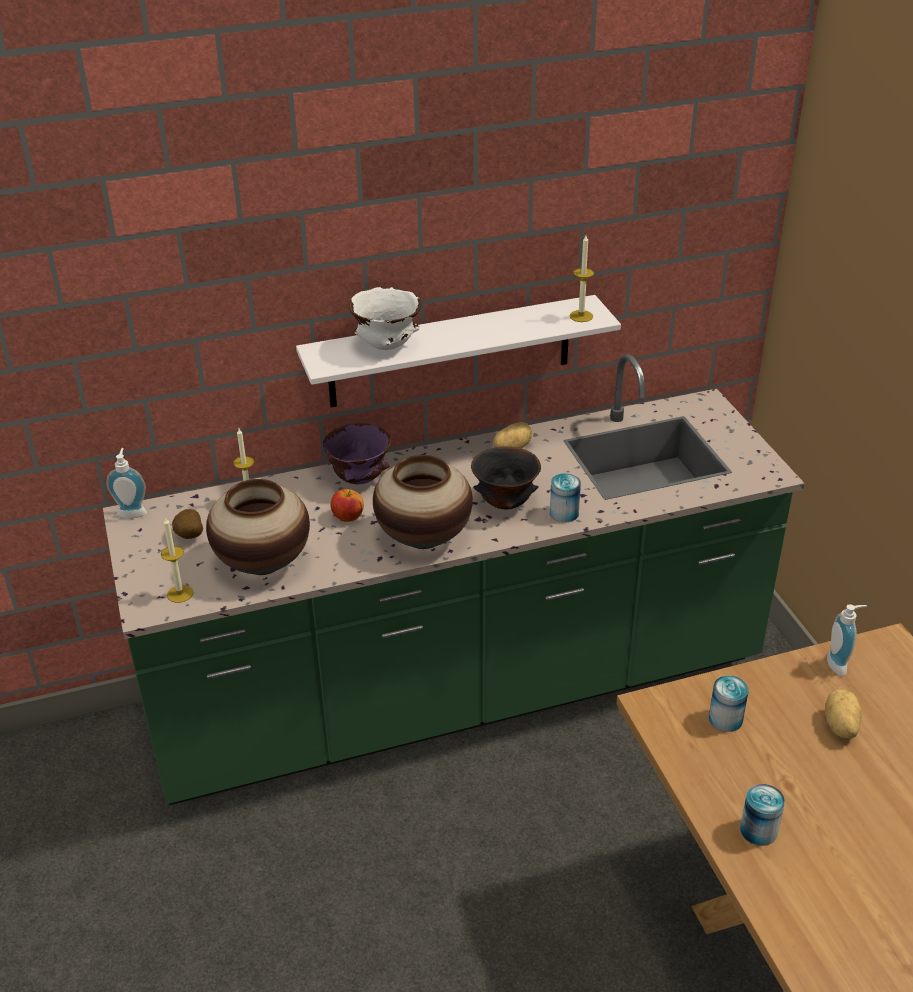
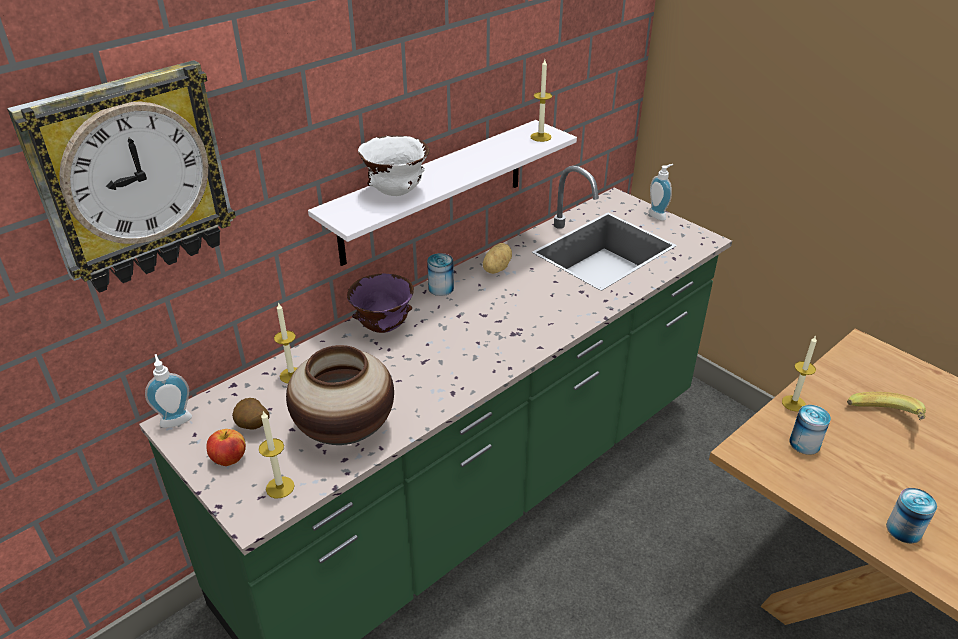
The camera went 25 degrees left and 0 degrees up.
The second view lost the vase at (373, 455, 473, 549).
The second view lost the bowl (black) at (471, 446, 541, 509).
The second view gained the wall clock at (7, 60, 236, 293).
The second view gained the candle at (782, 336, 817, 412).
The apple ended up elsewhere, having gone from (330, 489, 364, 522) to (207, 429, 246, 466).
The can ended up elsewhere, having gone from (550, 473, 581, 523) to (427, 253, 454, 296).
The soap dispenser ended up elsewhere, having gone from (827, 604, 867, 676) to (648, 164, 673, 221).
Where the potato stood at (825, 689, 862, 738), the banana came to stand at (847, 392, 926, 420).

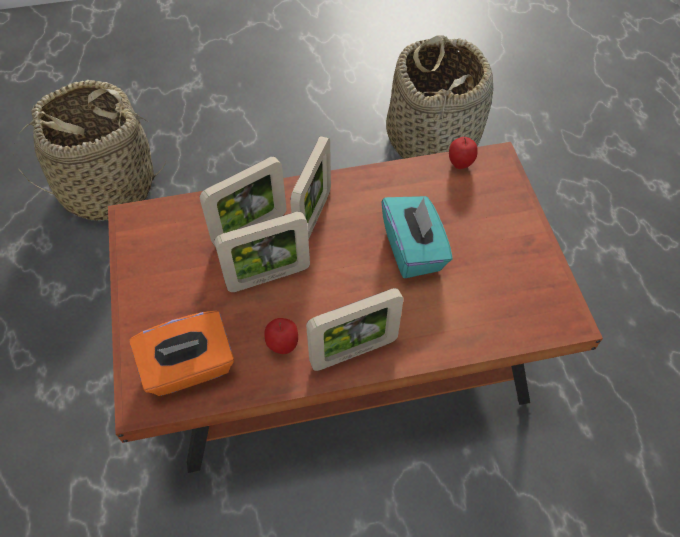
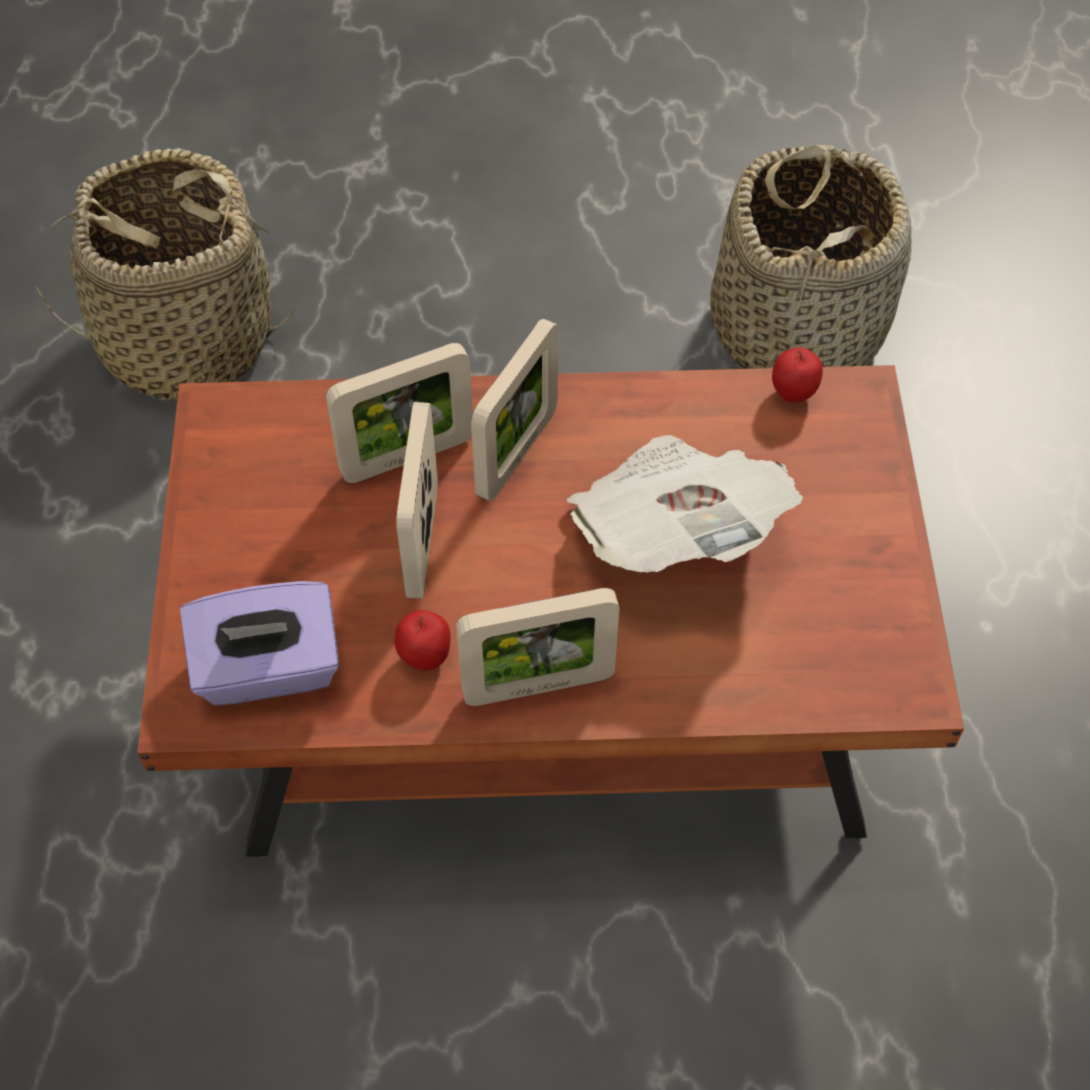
The camera went 10 degrees right and 0 degrees up.
Where the tissue box (turquoise) stood at (381, 196, 453, 278), the newspaper came to stand at (567, 435, 803, 573).
What was the tissue box (orange) at (129, 310, 234, 396) turned into the tissue box (purple) at (180, 581, 339, 705).
The picture frame at (214, 212, 310, 292) ended up facing another way, 105 degrees clockwise from before.

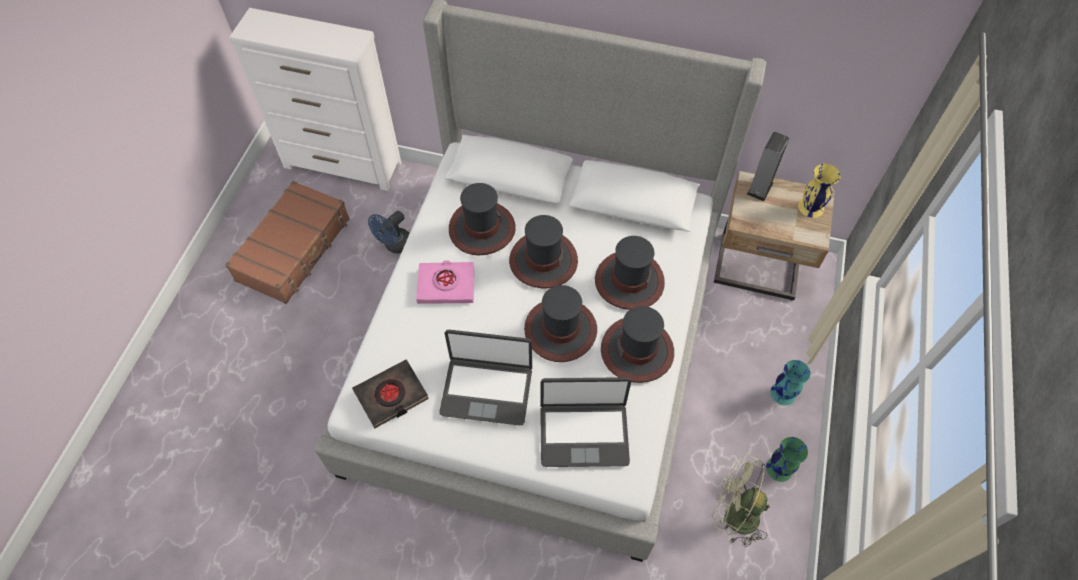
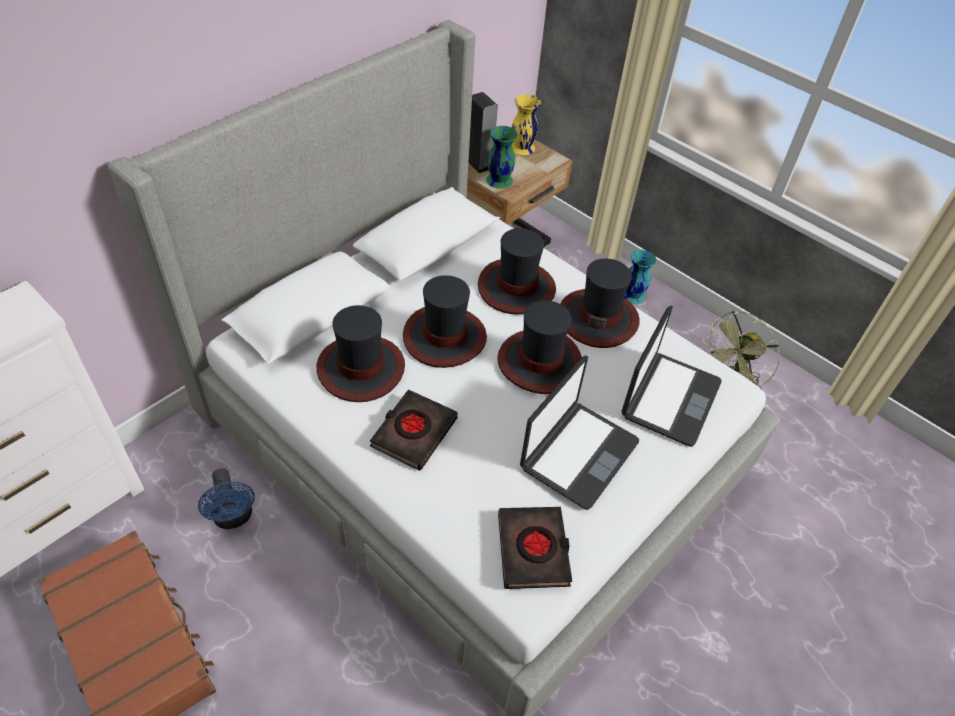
The camera went 65 degrees left and 10 degrees down.
The vase (green) ended up elsewhere, having gone from (766, 437, 808, 482) to (486, 126, 518, 189).
What was the book (pink) at (416, 260, 474, 304) turned into the book (black) at (370, 390, 458, 471).

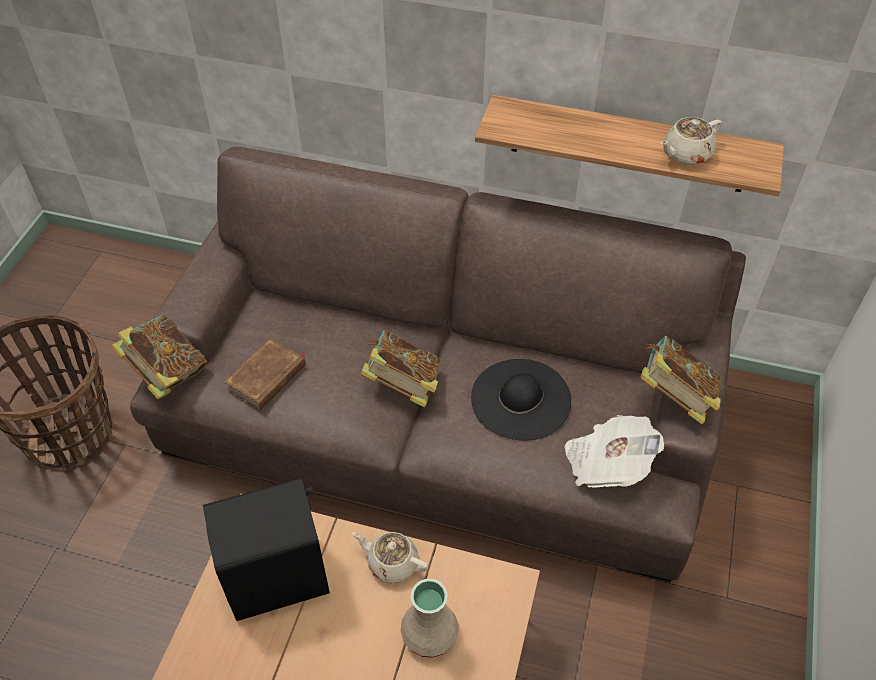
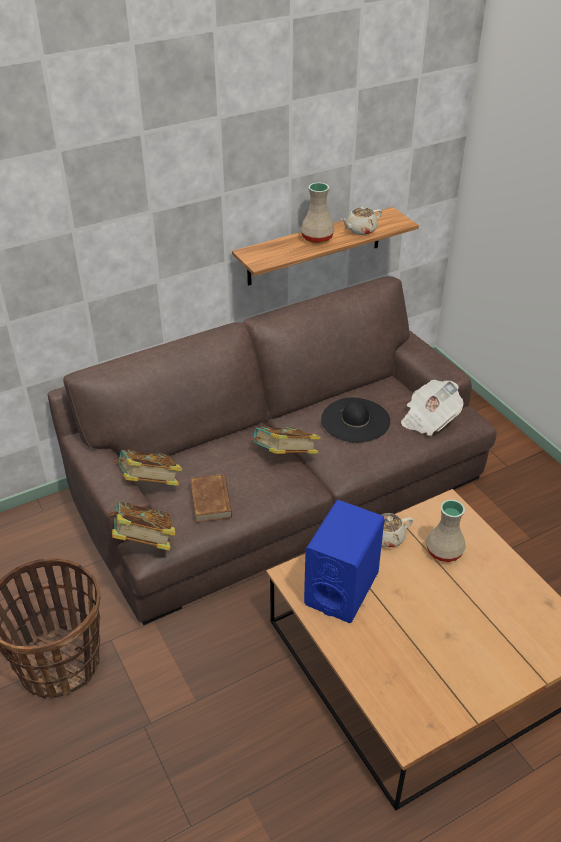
The camera went 45 degrees left and 10 degrees down.
The second view gained the vase (beige) at (301, 182, 335, 244).
The book ended up elsewhere, having gone from (640, 336, 721, 424) to (114, 450, 182, 486).
What was the speaker (black) at (203, 478, 330, 621) turned into the speaker (blue) at (304, 500, 384, 623).
The teapot (beige) at (660, 117, 722, 165) ended up facing another way, 45 degrees clockwise from before.

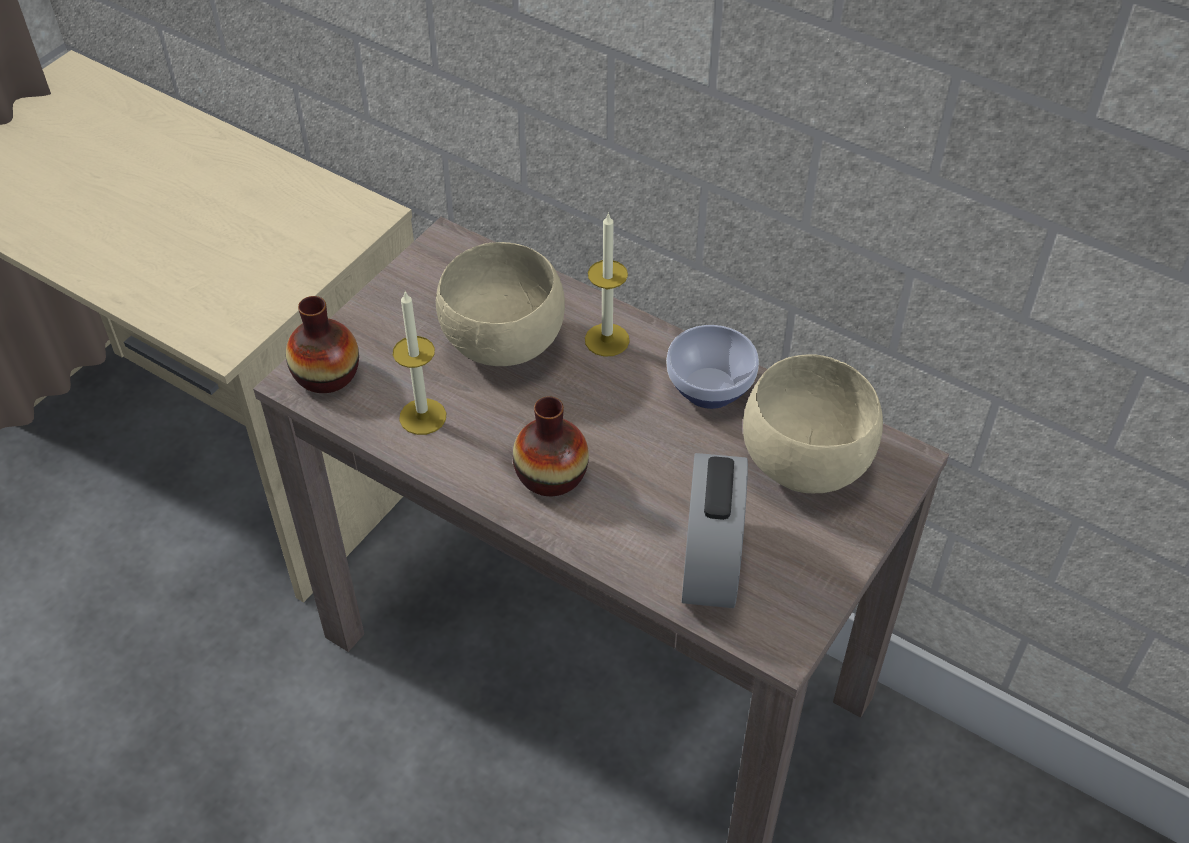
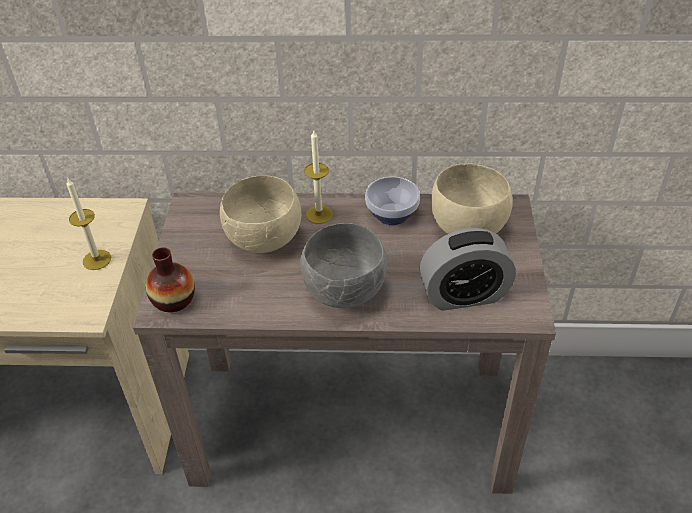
The camera went 30 degrees left and 5 degrees down.
The candle ended up elsewhere, having gone from (393, 292, 446, 435) to (66, 177, 111, 270).
Where the vase stood at (512, 396, 589, 496), the bowl (grey) came to stand at (300, 223, 387, 308).
The alarm clock at (682, 453, 748, 608) ended up facing another way, 75 degrees counterclockwise from before.

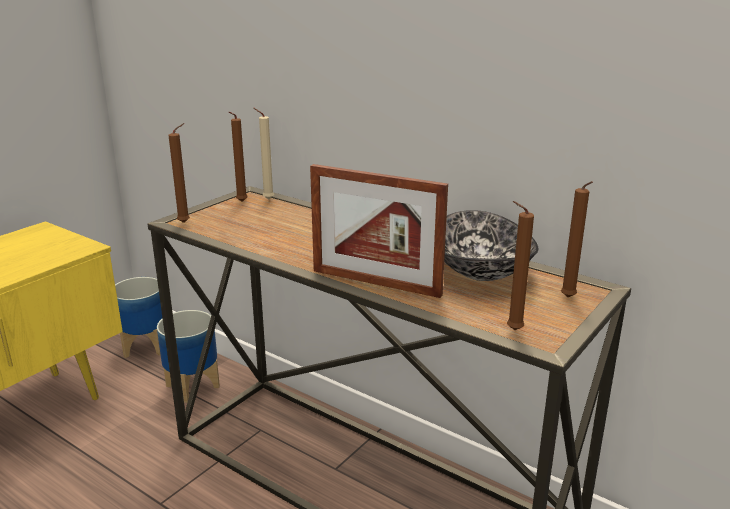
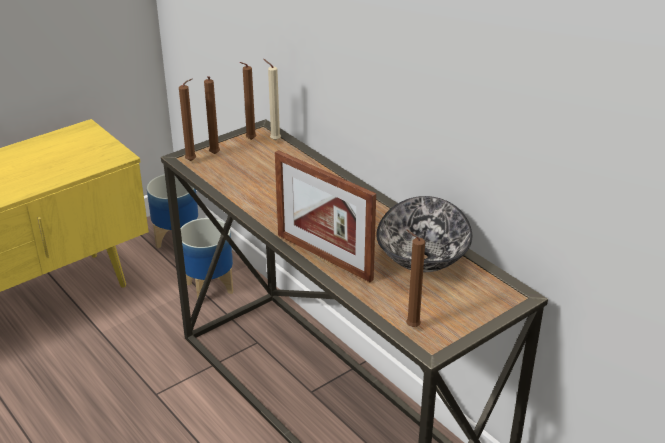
The camera went 15 degrees right and 10 degrees up.
The candle (brown) ended up elsewhere, having gone from (561, 181, 593, 297) to (204, 76, 220, 154).

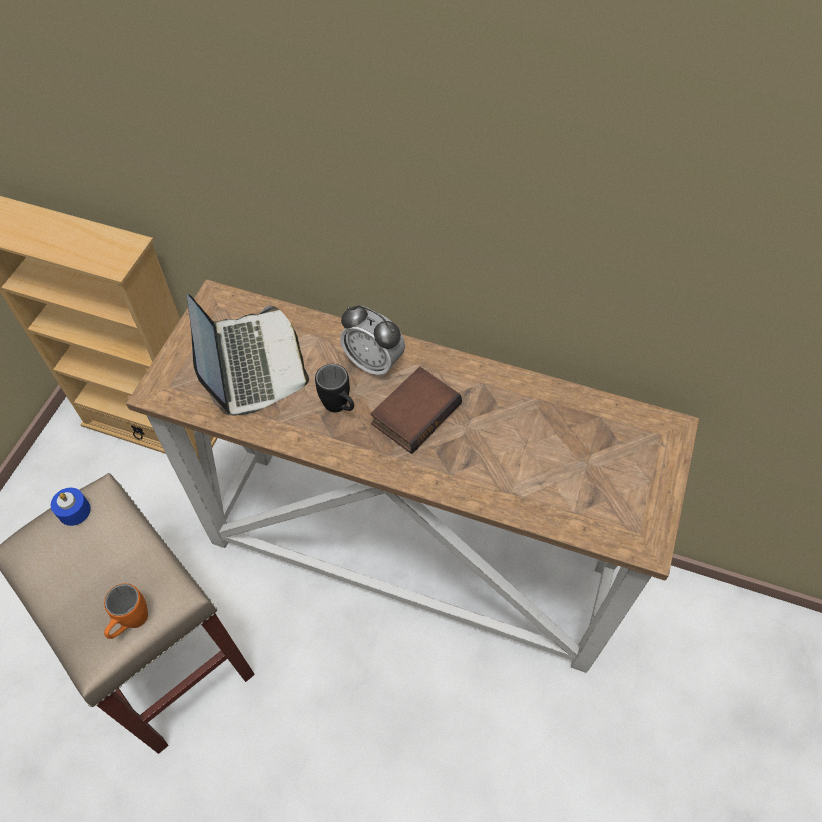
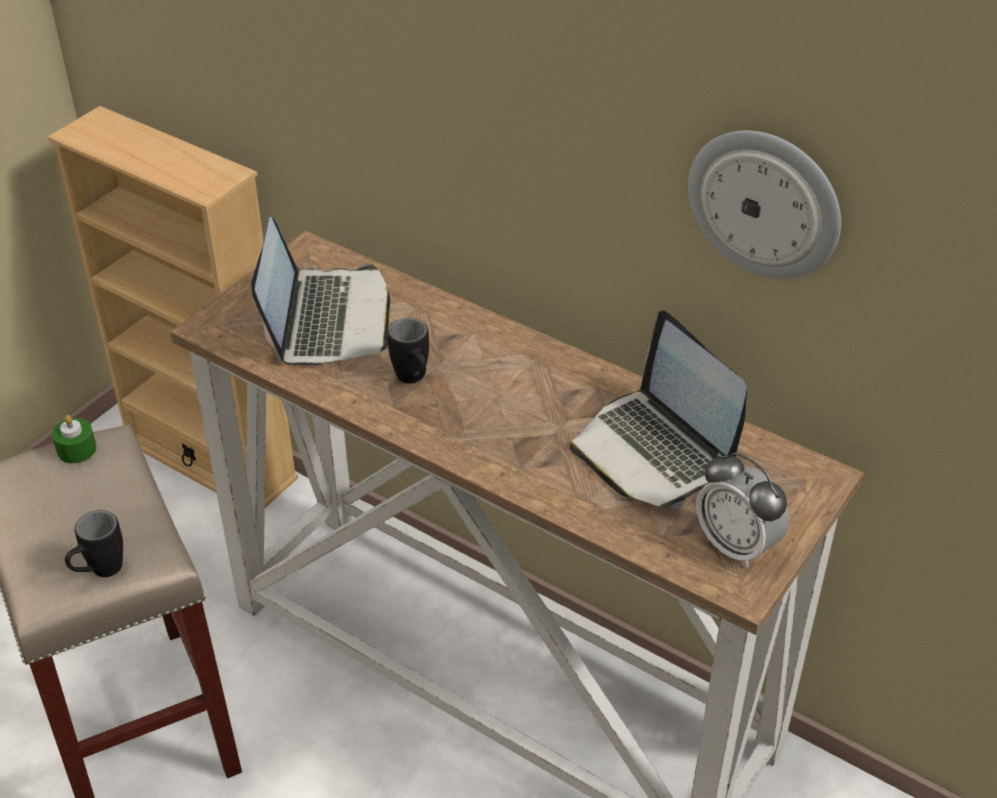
The camera went 15 degrees right and 15 degrees down.
The second view lost the book at (371, 367, 462, 454).
The second view gained the laptop at (570, 311, 747, 509).
The second view gained the wall clock at (688, 130, 841, 279).
The alarm clock ended up elsewhere, having gone from (340, 305, 405, 378) to (696, 452, 790, 568).
What was the candle (blue) at (51, 488, 91, 526) turned into the candle (green) at (52, 415, 97, 463).
What was the mug (orange) at (104, 583, 148, 639) turned into the mug (black) at (65, 510, 123, 577).

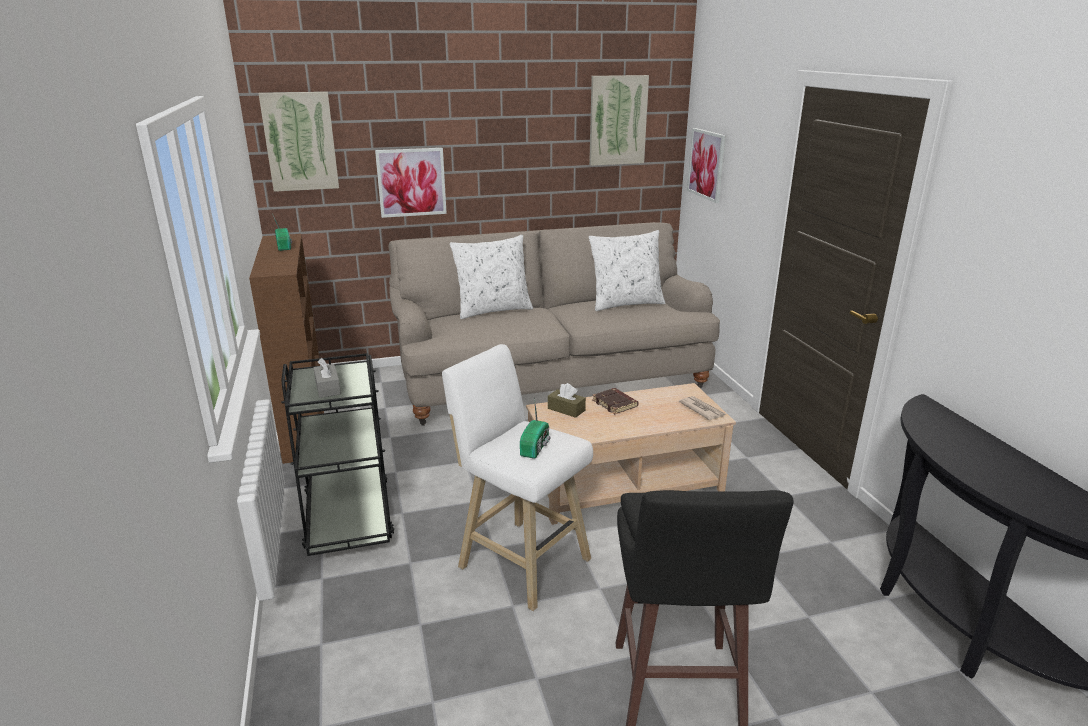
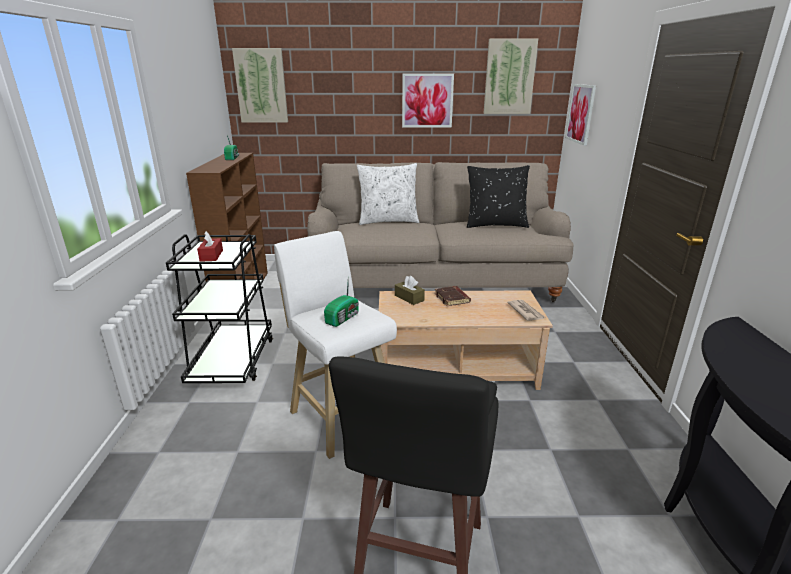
The camera went 15 degrees right and 0 degrees up.
The picture ended up elsewhere, having gone from (375, 148, 447, 218) to (402, 74, 454, 128).
What was the tissue box (grey) at (313, 358, 341, 398) turned into the tissue box (red) at (197, 231, 223, 262).
What was the pillow (white) at (589, 230, 666, 311) turned into the pillow (black) at (467, 165, 530, 228).

